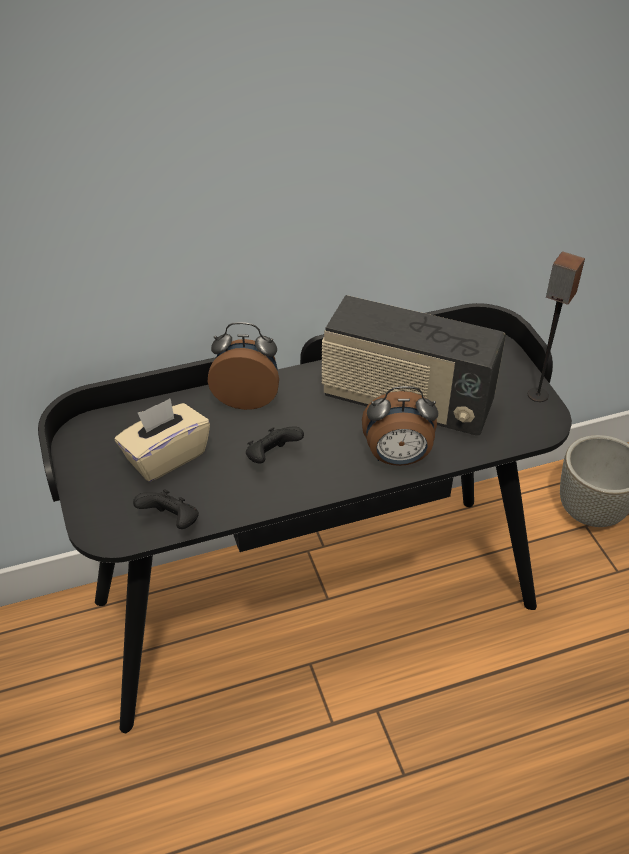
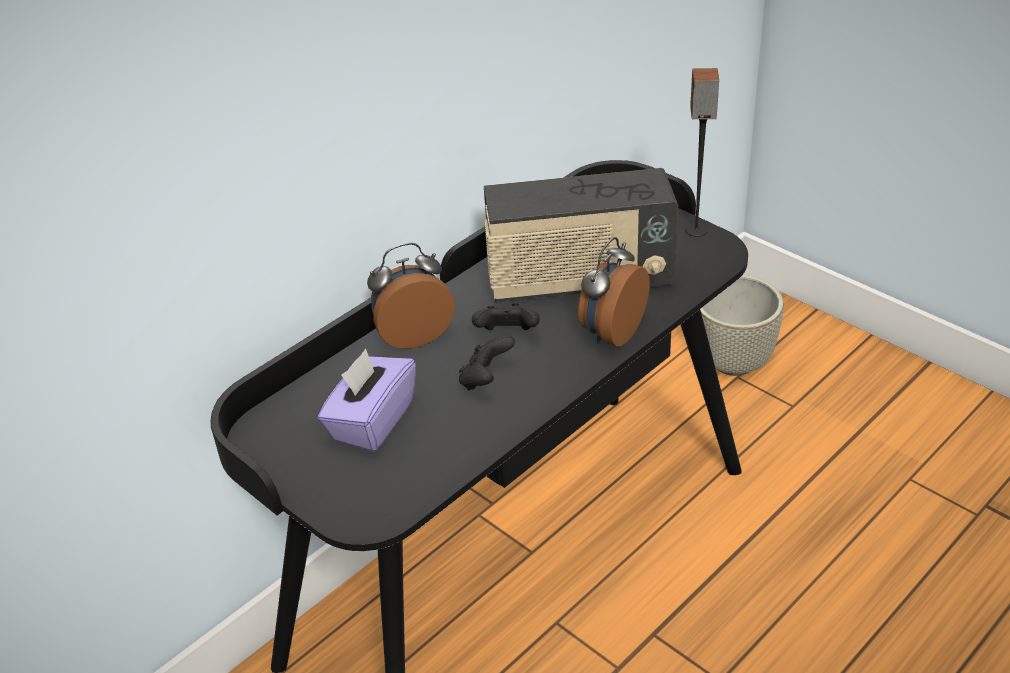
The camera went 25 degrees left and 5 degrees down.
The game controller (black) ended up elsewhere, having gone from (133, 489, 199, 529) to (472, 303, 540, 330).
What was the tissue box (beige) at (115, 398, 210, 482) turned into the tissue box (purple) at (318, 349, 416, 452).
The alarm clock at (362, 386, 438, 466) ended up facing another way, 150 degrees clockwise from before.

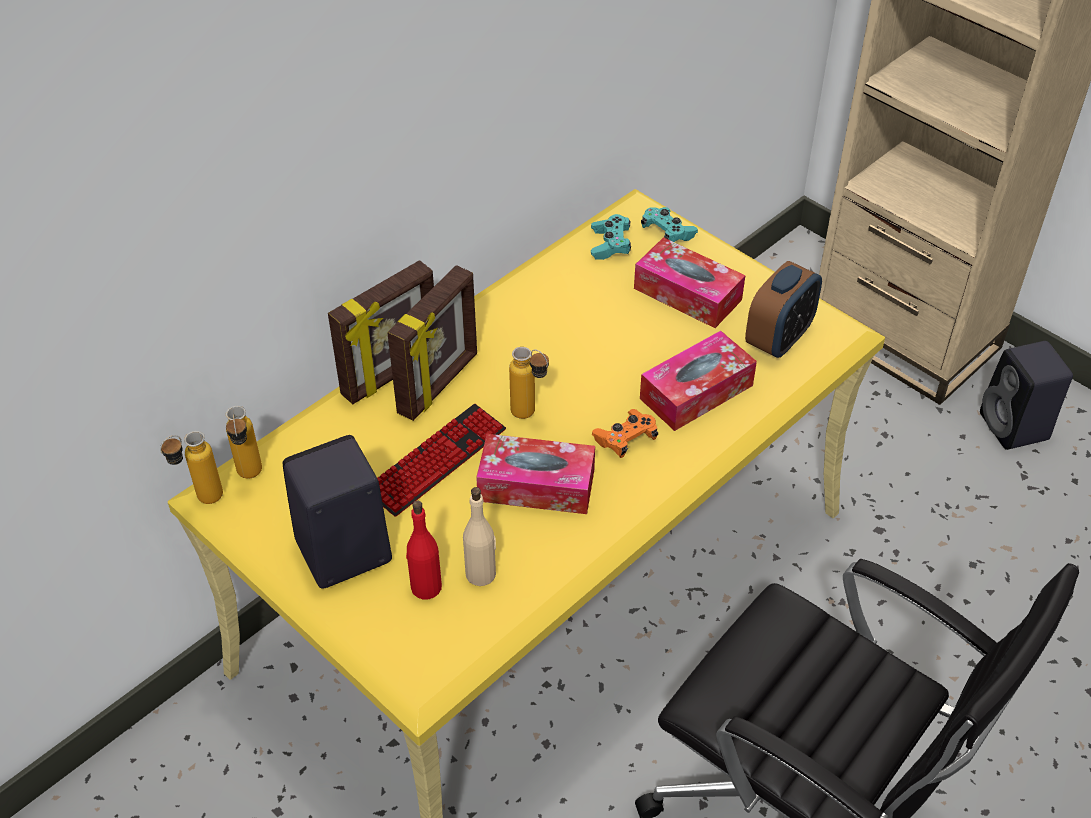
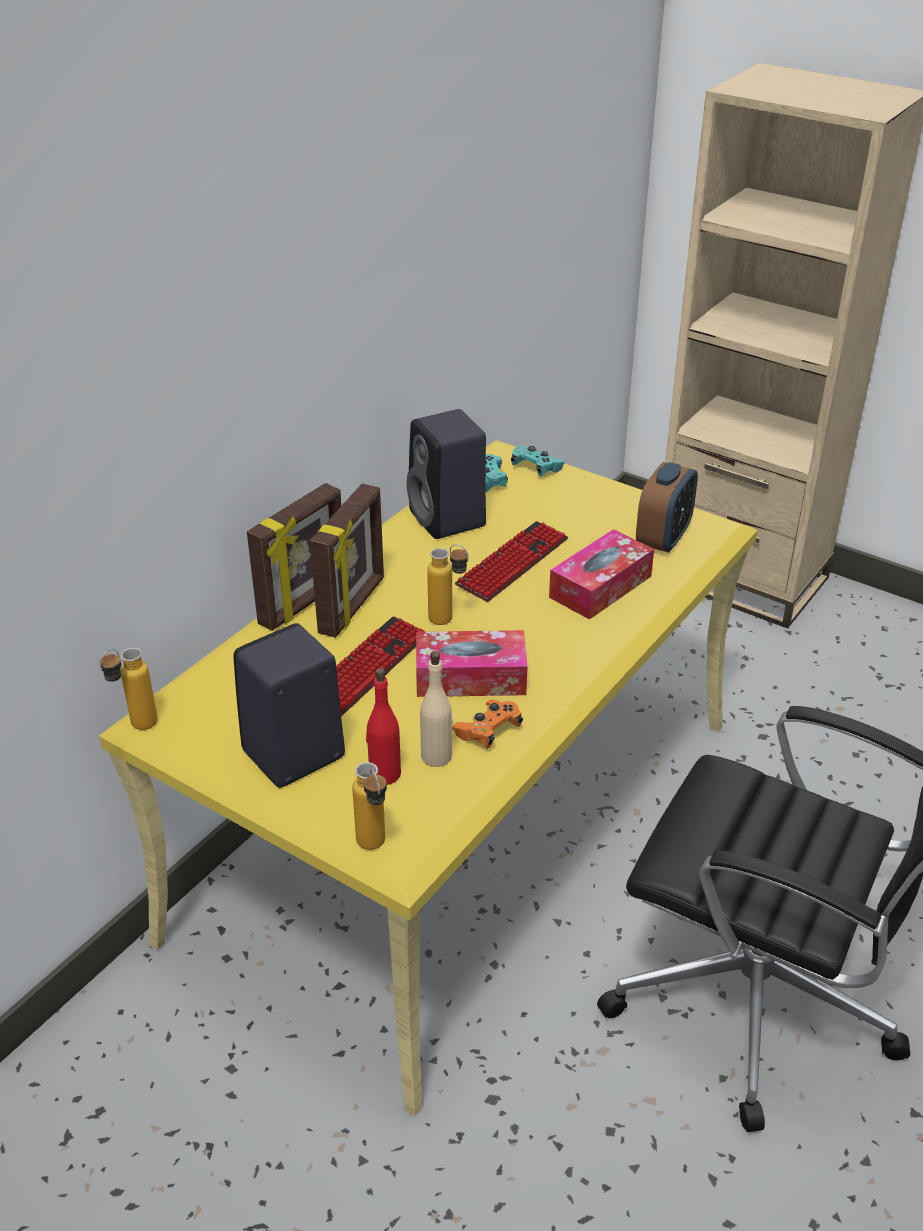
The camera went 10 degrees left and 10 degrees down.
The second view lost the tissue box at (634, 237, 745, 328).
The second view gained the keyboard at (455, 521, 568, 602).
The bottle ended up elsewhere, having gone from (226, 406, 262, 479) to (352, 762, 387, 850).
The game controller (orange) ended up elsewhere, having gone from (591, 409, 658, 458) to (452, 700, 523, 749).
The speaker (black) ended up elsewhere, having gone from (980, 341, 1073, 450) to (407, 409, 486, 539).

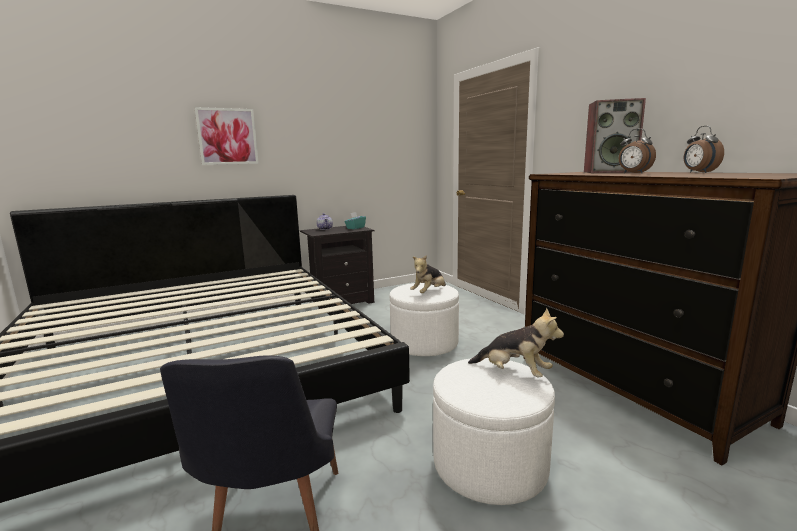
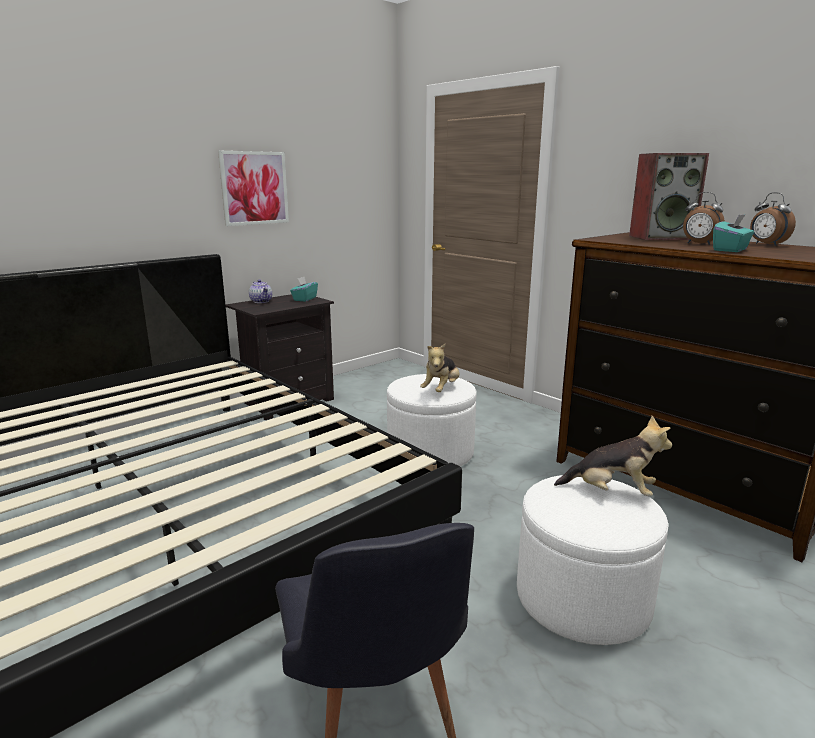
The camera went 15 degrees left and 5 degrees up.
The second view gained the tissue box (turquoise) at (713, 214, 754, 252).
The picture ended up elsewhere, having gone from (194, 107, 259, 165) to (218, 151, 289, 226).

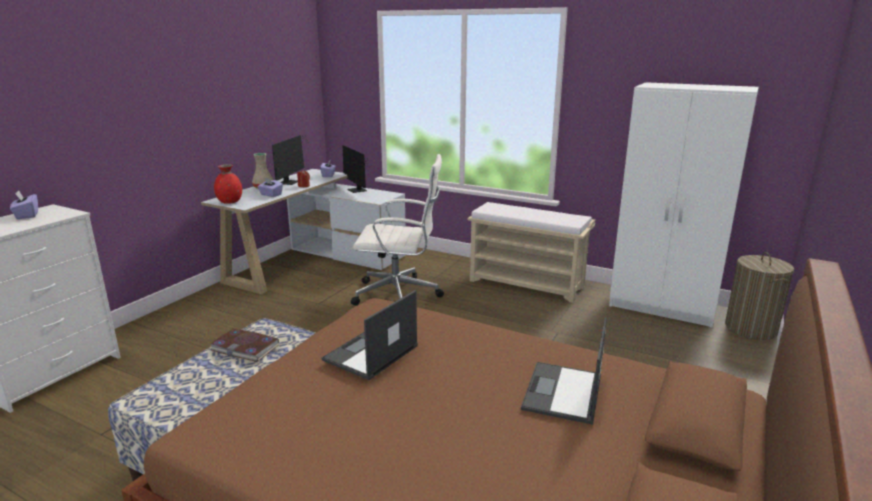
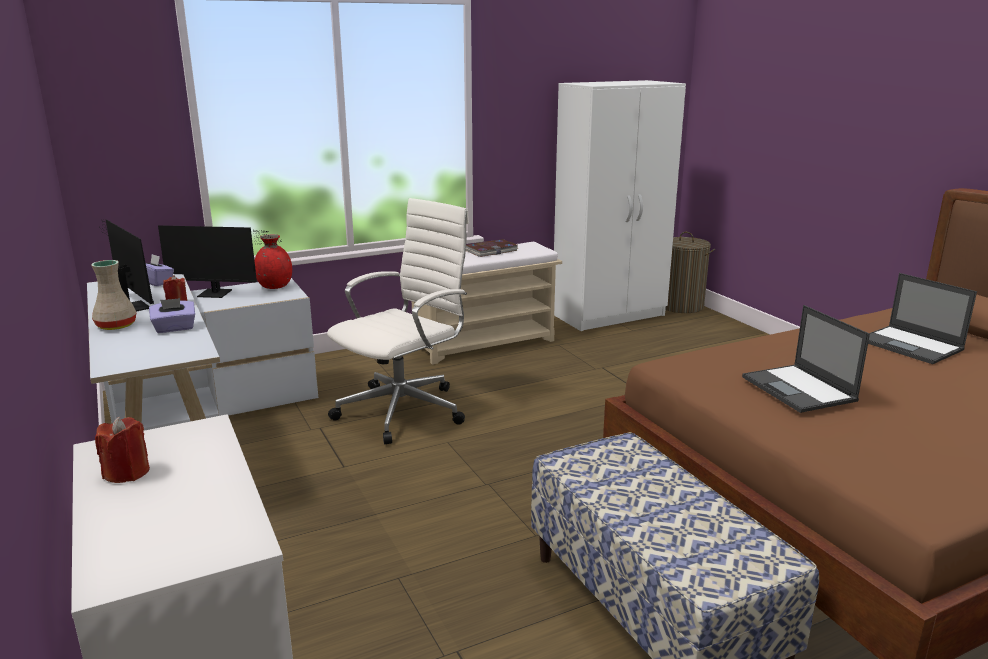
The camera went 55 degrees left and 0 degrees up.
The book ended up elsewhere, having gone from (209, 328, 280, 362) to (466, 239, 518, 257).
The vase (red) ended up elsewhere, having gone from (214, 164, 242, 204) to (254, 234, 292, 289).
Where the tissue box (purple) stood at (10, 190, 38, 219), the candle (red) came to stand at (95, 416, 150, 483).

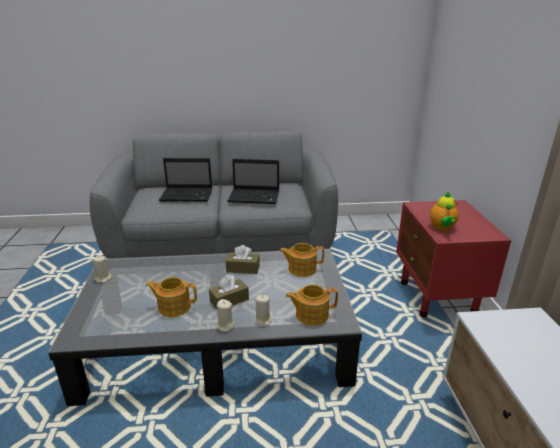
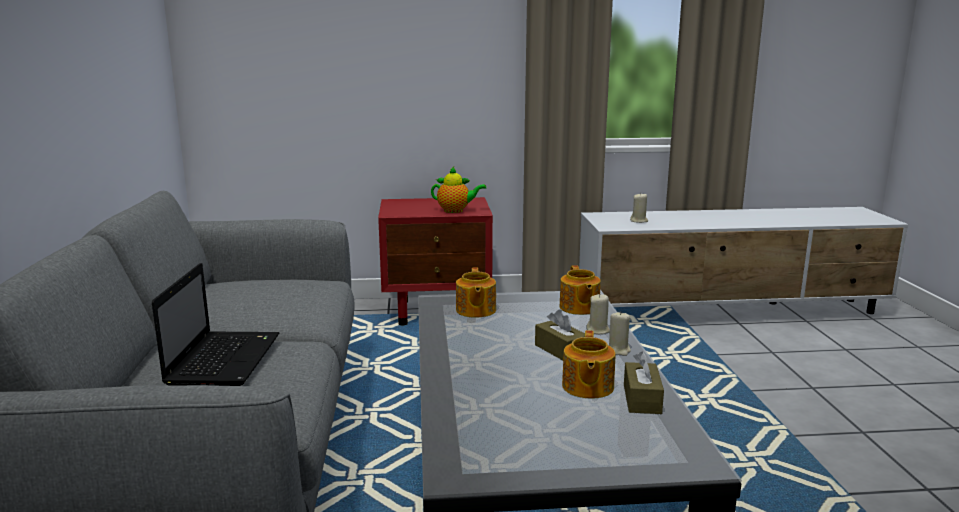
The camera went 90 degrees left and 10 degrees down.
The second view lost the laptop at (227, 159, 280, 204).
The candle (beige) ended up elsewhere, having gone from (92, 256, 111, 283) to (630, 193, 648, 223).
The tissue box (brown) ended up elsewhere, having gone from (226, 245, 260, 274) to (624, 352, 664, 414).

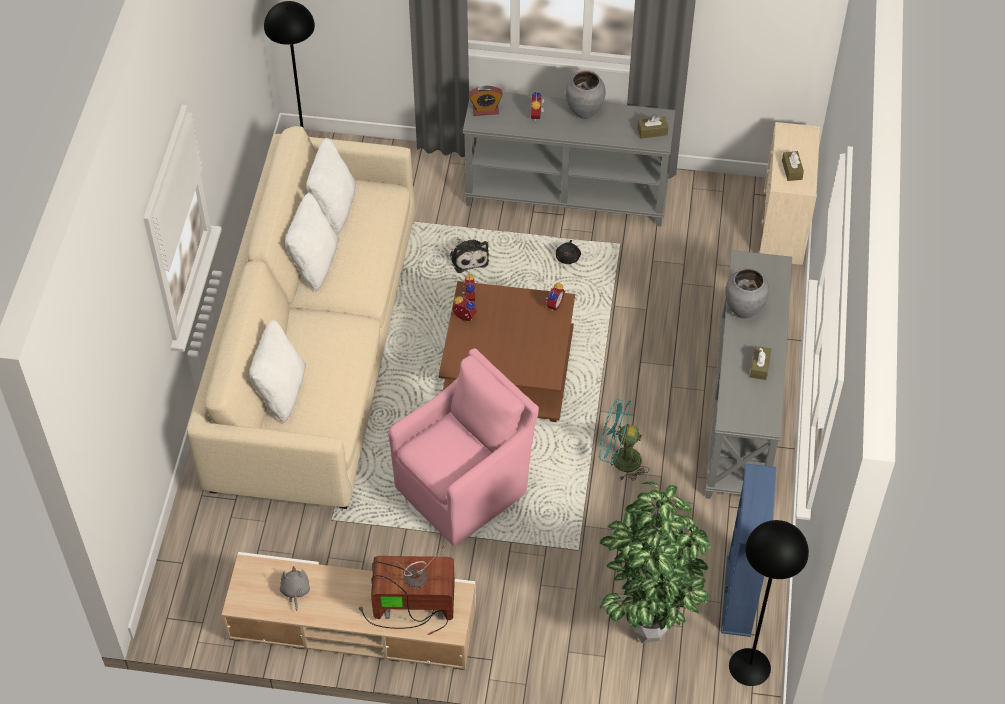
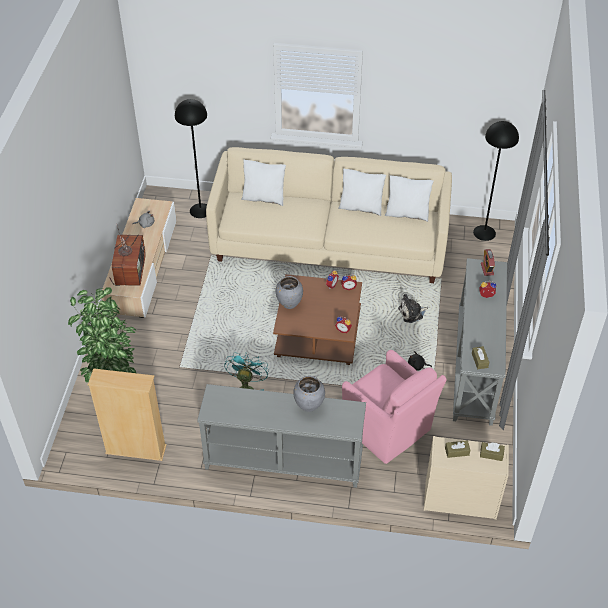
The camera went 90 degrees right and 5 degrees down.
The armchair (pink) ended up elsewhere, having gone from (388, 348, 539, 546) to (342, 350, 446, 464).
The vase (grey) ended up elsewhere, having gone from (565, 70, 606, 119) to (276, 276, 303, 309).
The floor lamp (black) ended up elsewhere, having gone from (729, 520, 809, 686) to (175, 99, 207, 218).
The tissue box (brown) ended up elsewhere, having gone from (750, 346, 771, 380) to (480, 442, 505, 461).
What was the bookcase (blue) at (721, 463, 776, 637) turned into the bookcase (beige) at (88, 368, 167, 461).

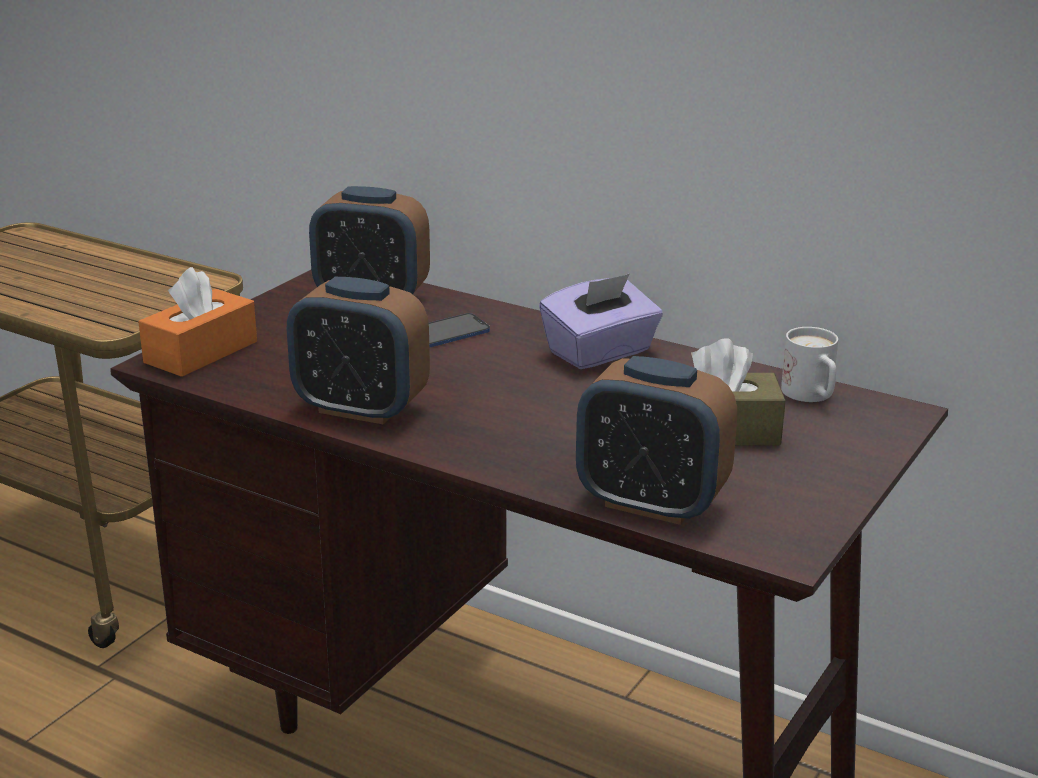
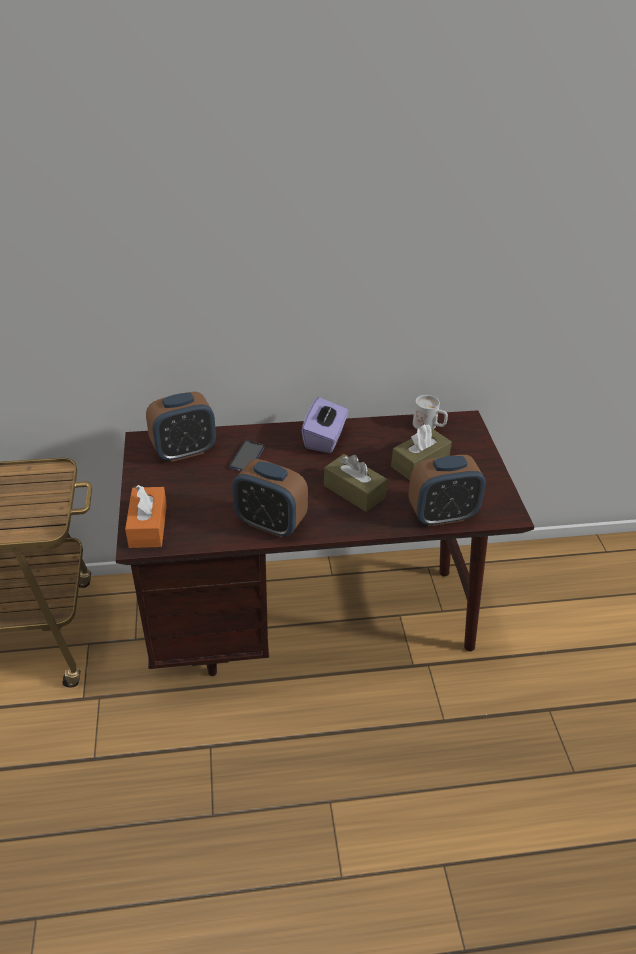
The camera went 40 degrees left and 15 degrees up.
The second view gained the tissue box (brown) at (324, 454, 387, 512).
The alarm clock at (287, 277, 430, 424) ended up facing another way, 45 degrees clockwise from before.

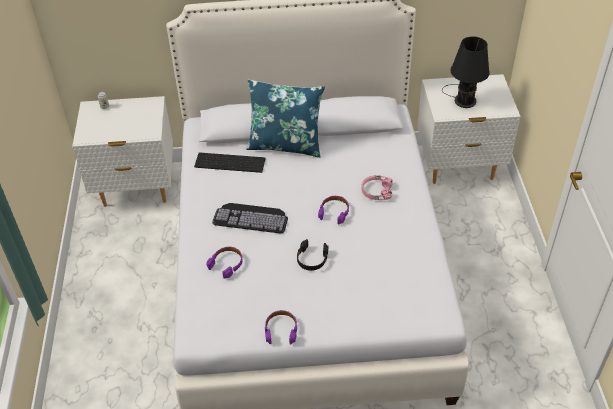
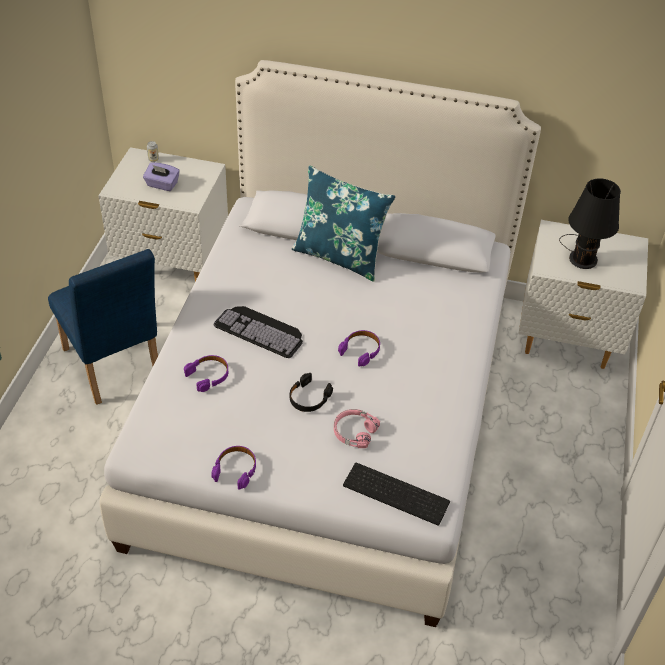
The camera went 15 degrees right and 0 degrees up.
The second view gained the chair (blue) at (48, 249, 158, 405).
The second view gained the tissue box (purple) at (143, 162, 180, 191).
The keyboard ended up elsewhere, having gone from (194, 152, 266, 173) to (343, 463, 450, 526).
The headphones (pink) ended up elsewhere, having gone from (361, 175, 393, 200) to (334, 409, 380, 448).

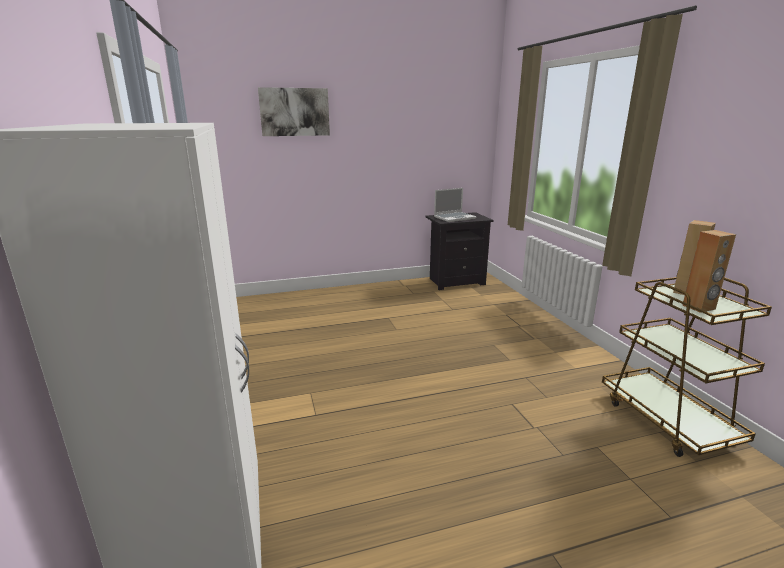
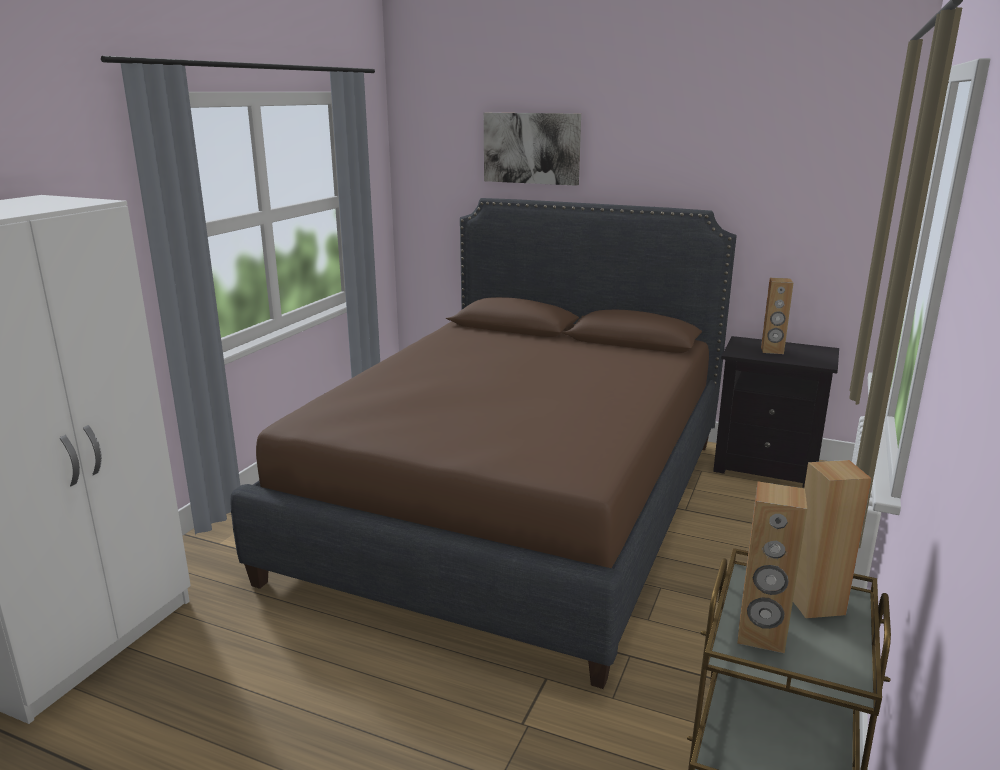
The camera went 40 degrees right and 0 degrees up.
The second view gained the bed (brown) at (231, 198, 737, 689).
Where the laptop stood at (434, 188, 477, 222), the speaker (brown) came to stand at (761, 278, 793, 354).

